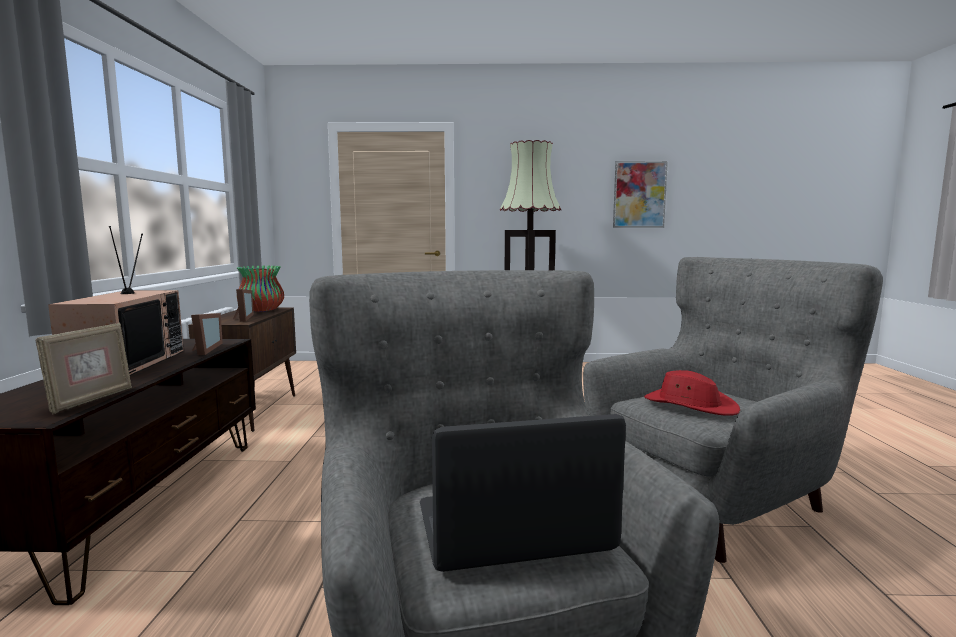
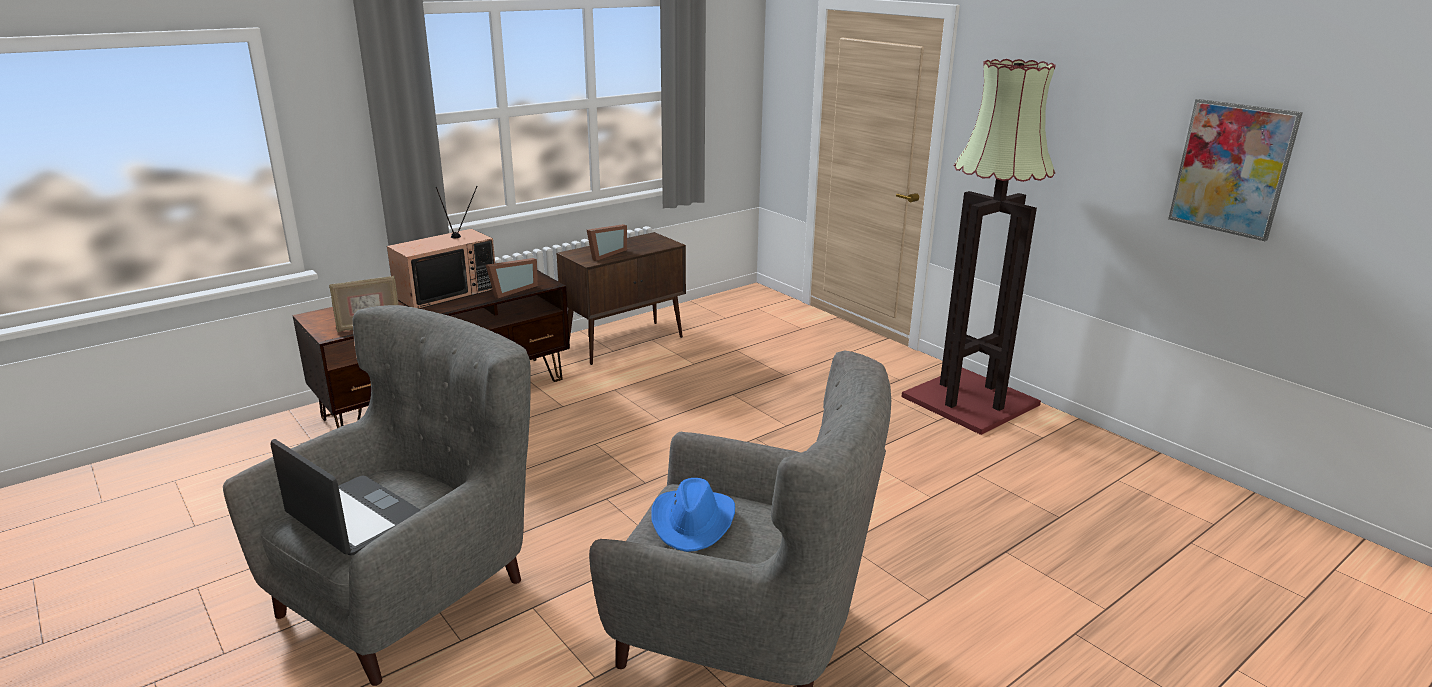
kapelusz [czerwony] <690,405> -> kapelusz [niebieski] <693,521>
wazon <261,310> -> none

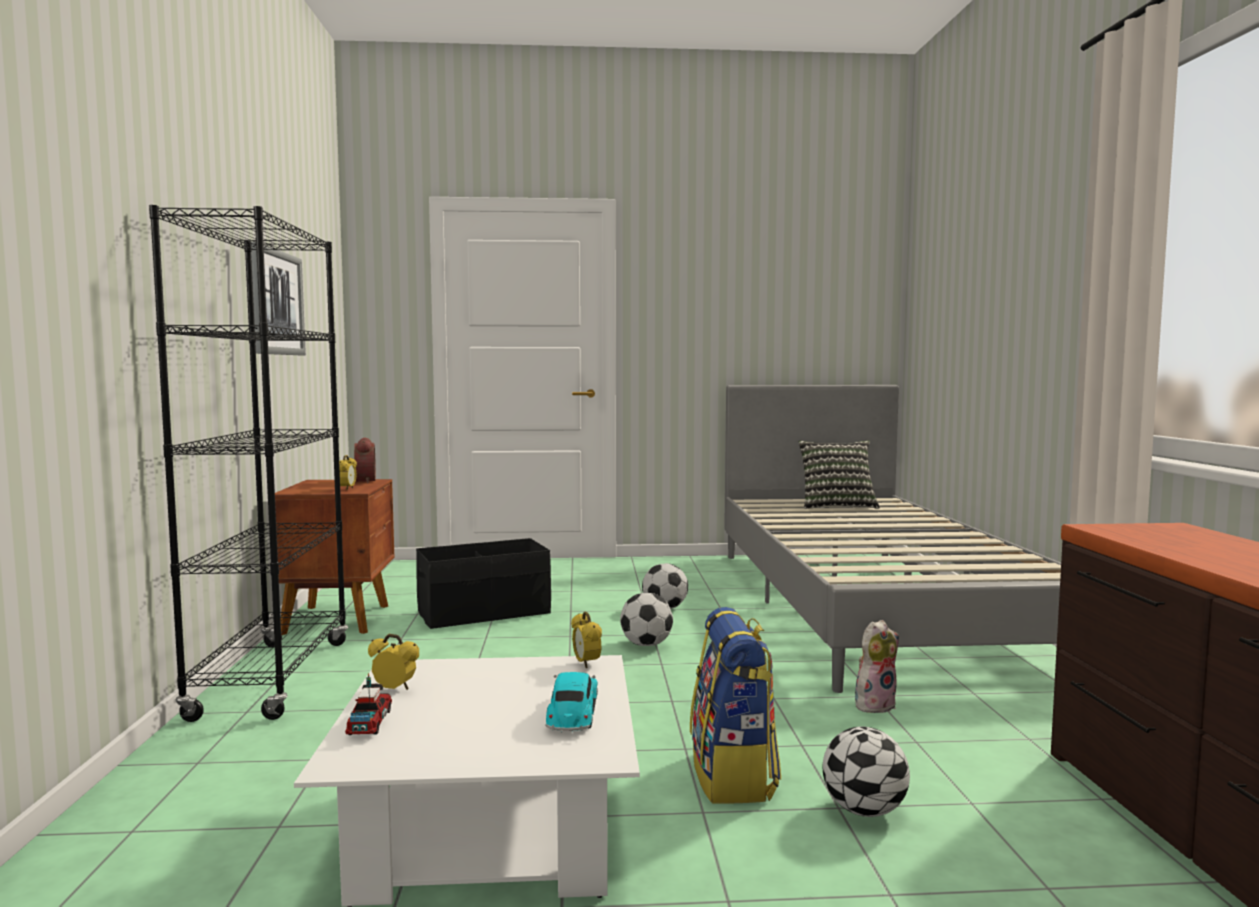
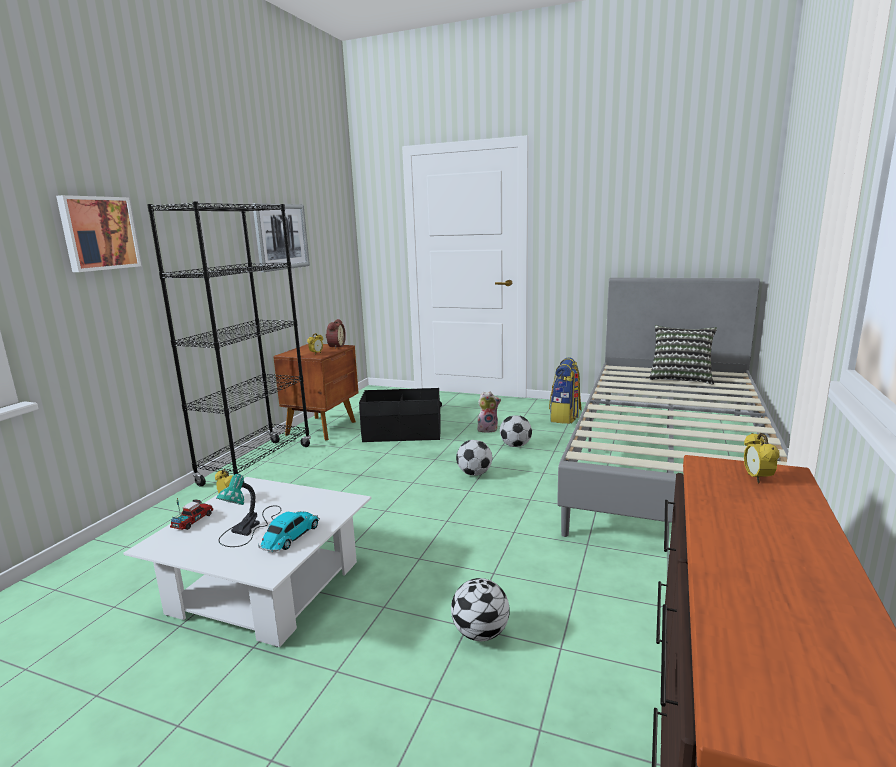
none -> obraz <98,233>
none -> lampa stołowa <253,527>
pluszak <874,704> -> pluszak <488,429>, relocated
plecak <734,776> -> plecak <565,417>, relocated
budzik <586,664> -> budzik <757,479>, relocated

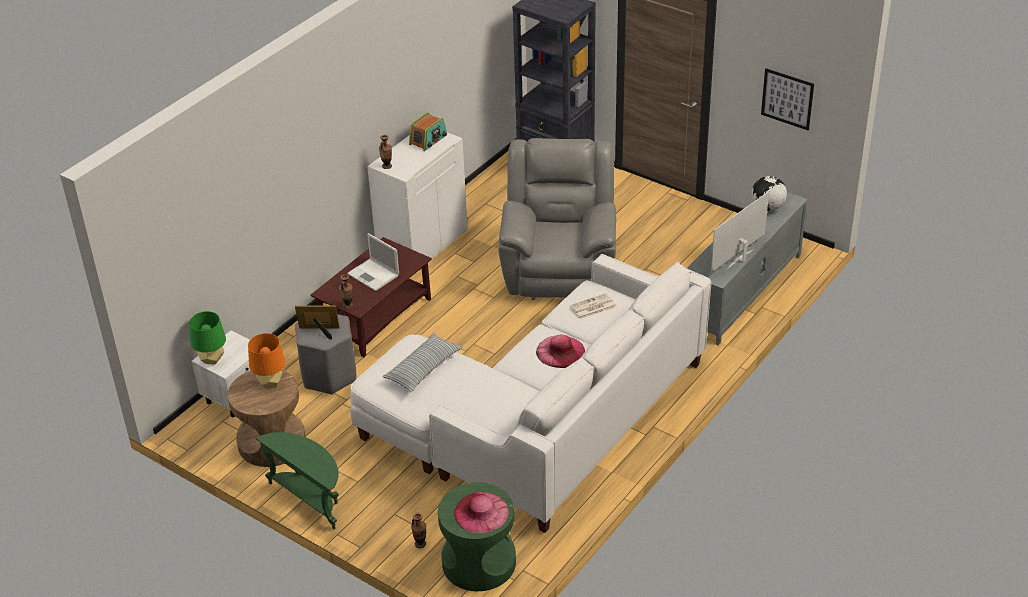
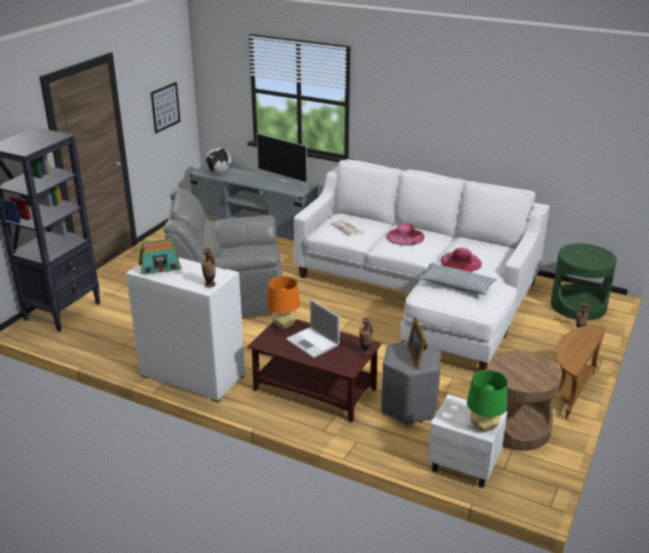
radio <428,140> -> radio <160,267>, 135 degrees clockwise
lampa stołowa [pomarańczowy] <270,382> -> lampa stołowa [pomarańczowy] <284,324>, relocated
laptop <374,275> -> laptop <313,343>, 105 degrees clockwise
kapelusz [różowy] <481,512> -> kapelusz [różowy] <461,262>, relocated
stolik [zielony] <310,499> -> stolik [brązowy] <570,392>

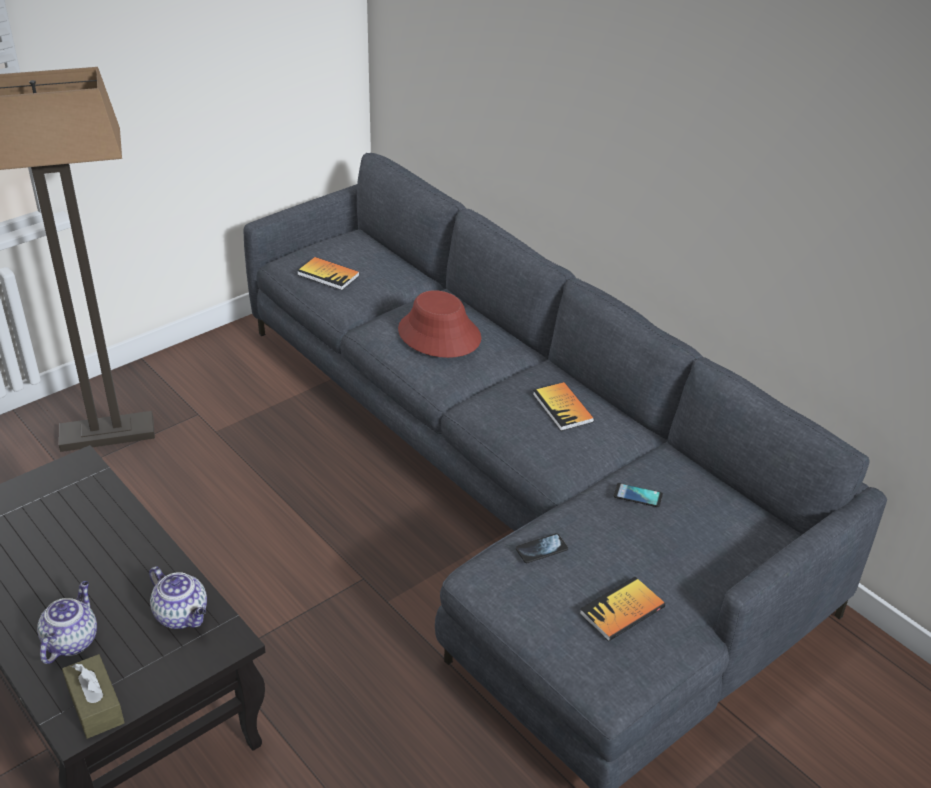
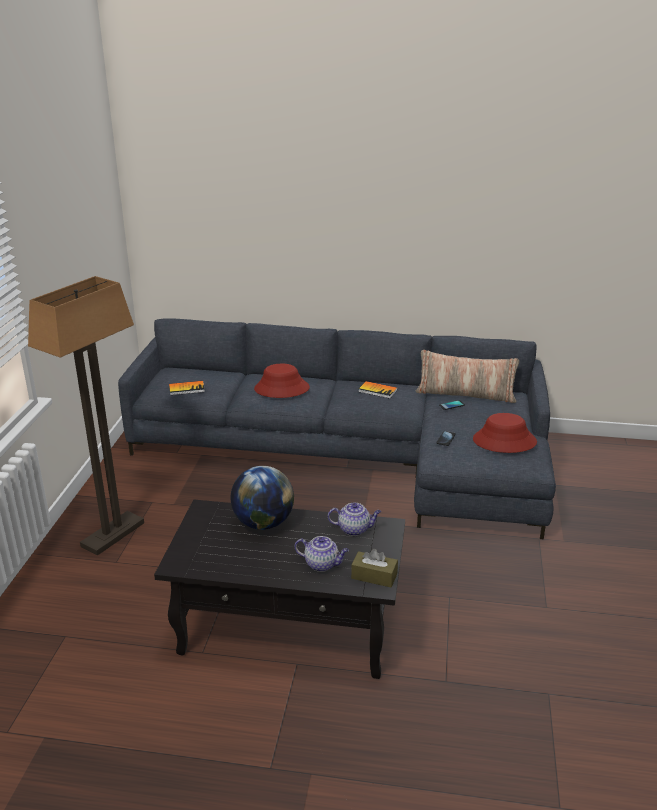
none -> globus <263,523>
imbryk <71,640> -> imbryk <322,564>, 135 degrees clockwise
none -> poduszka <465,394>
książka <622,610> -> kapelusz [czerwony] <504,441>

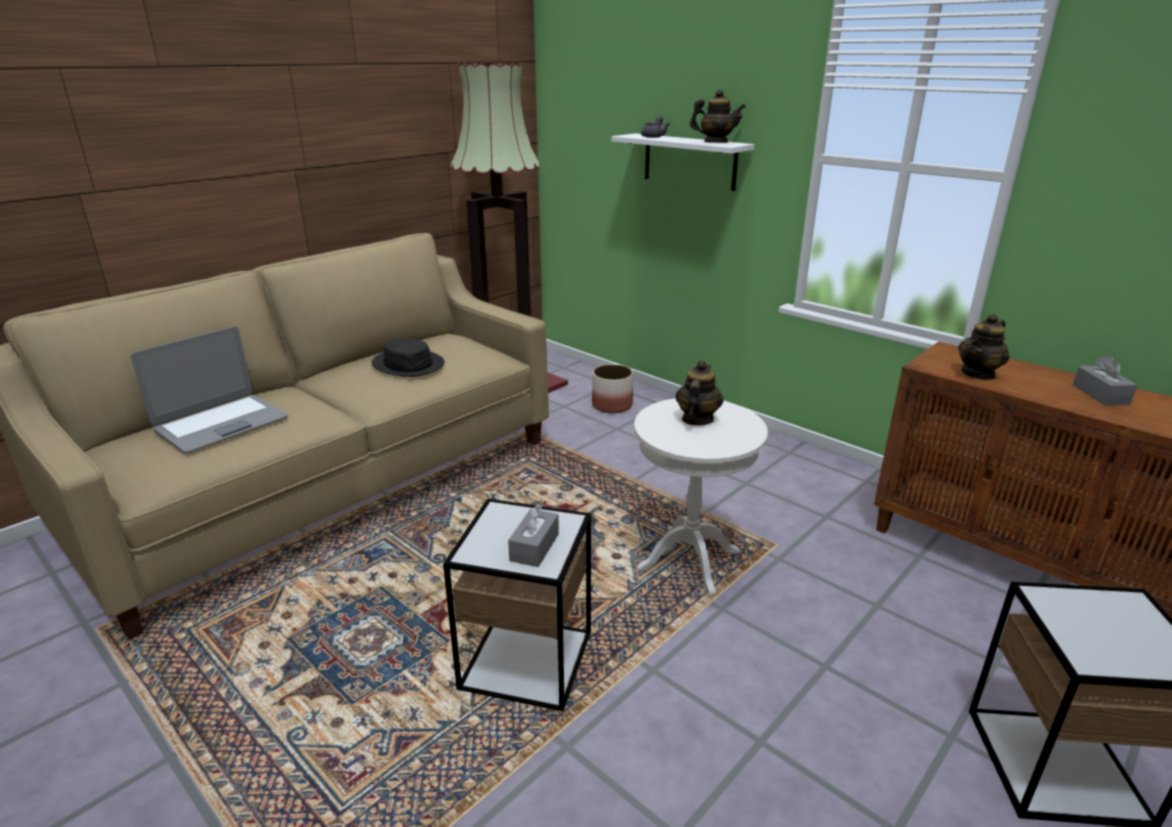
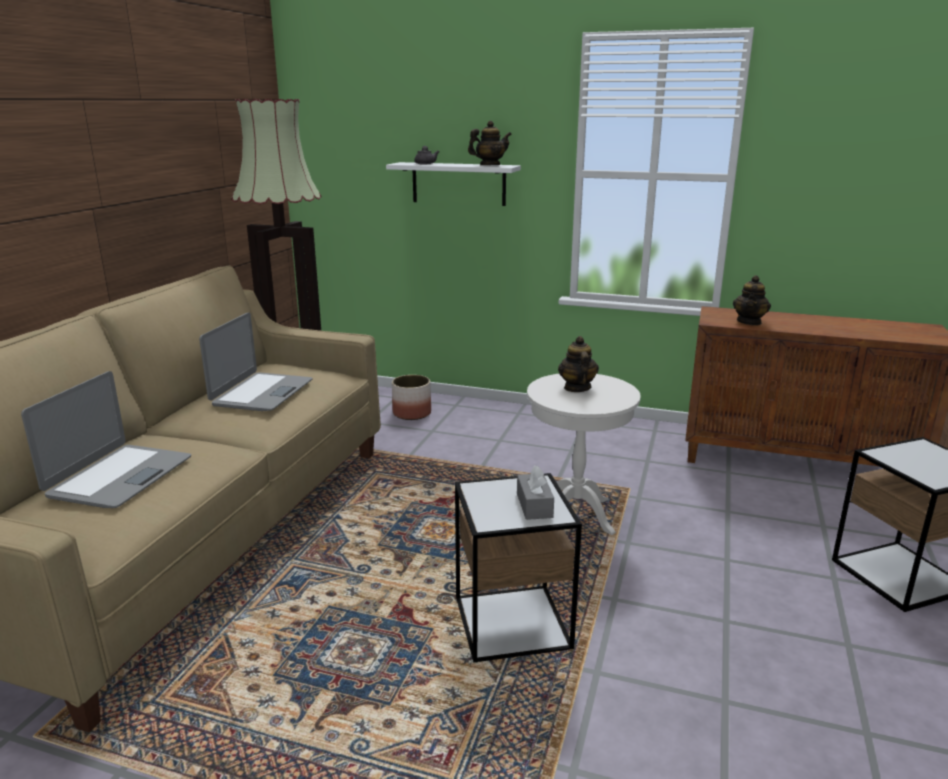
kapelusz [czarny] <408,364> -> laptop <262,393>
pudełko chusteczek [szary] <1100,394> -> none

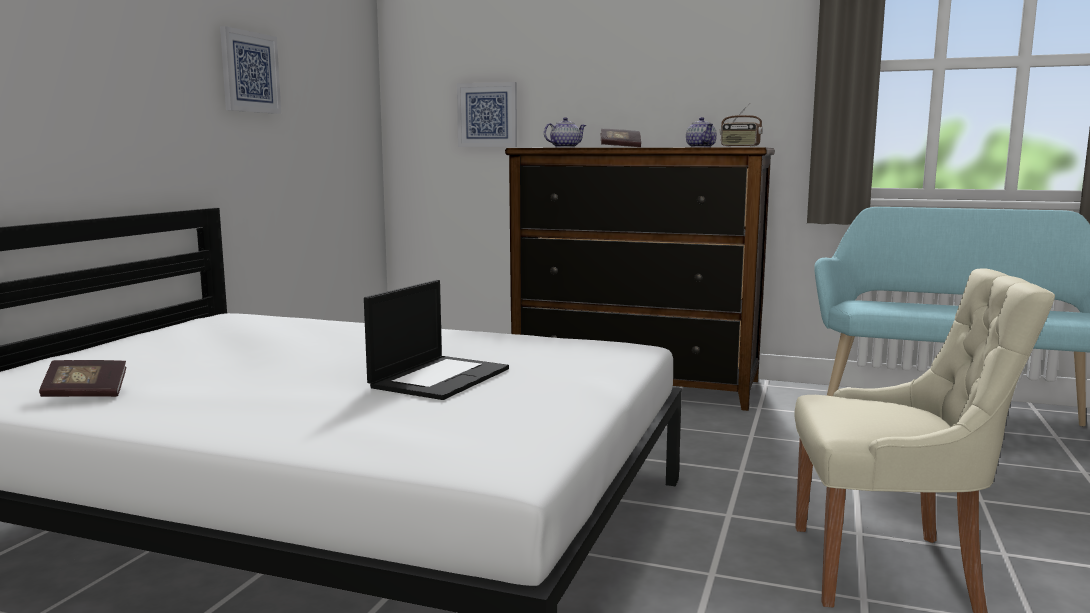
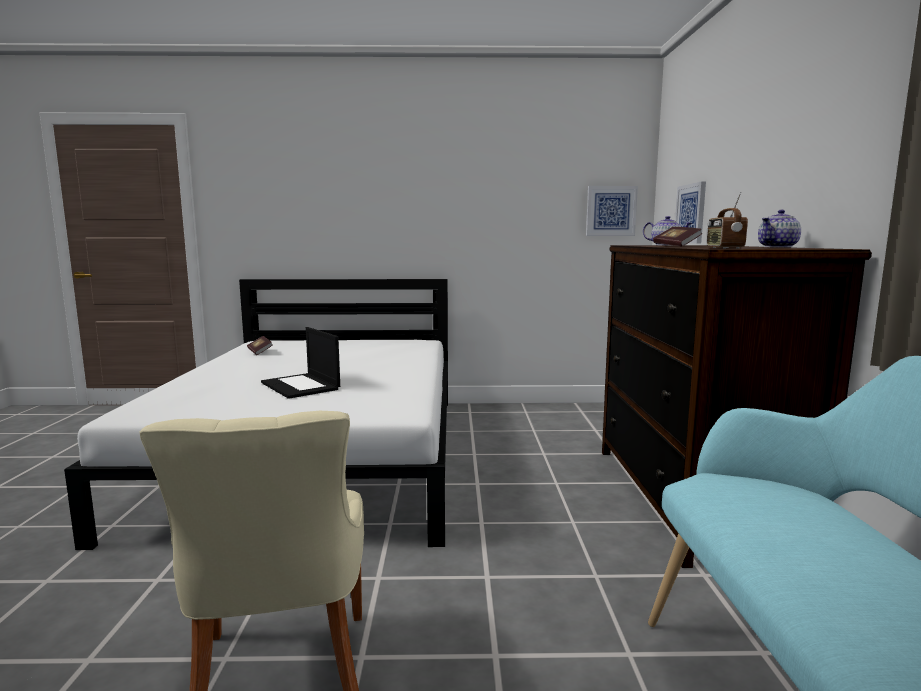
laptop <440,377> -> laptop <301,386>, 45 degrees clockwise
obraz <249,72> -> obraz <611,211>, relocated

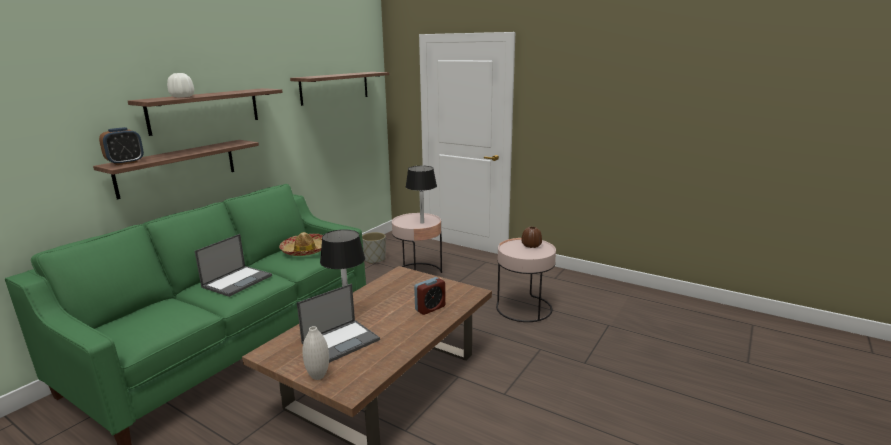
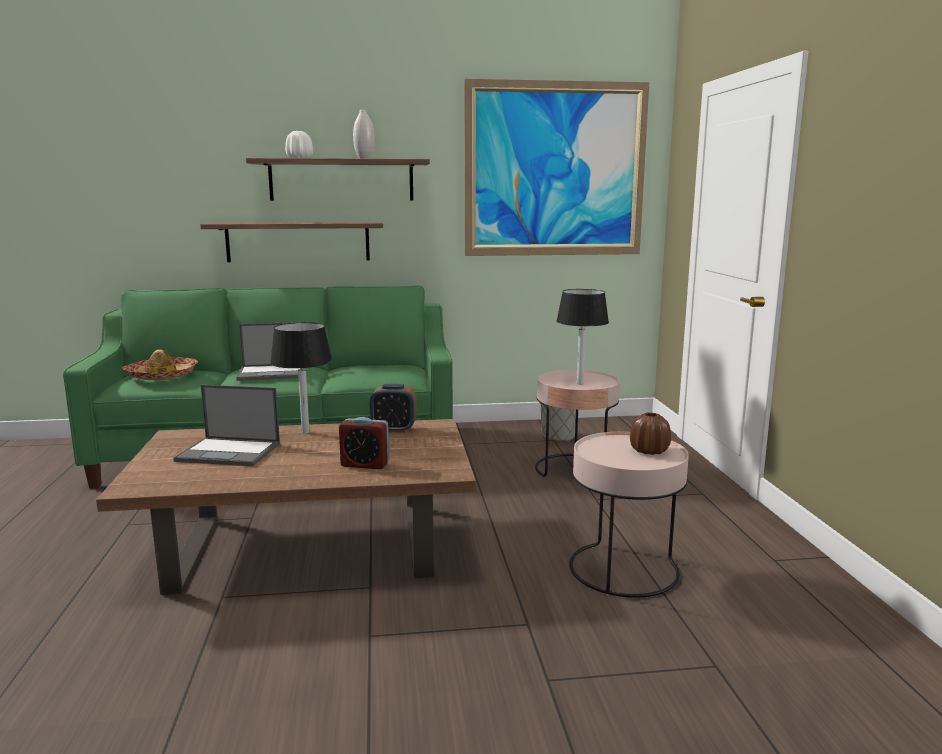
kapelusz <305,250> -> kapelusz <162,376>, relocated
wazon [biały] <318,376> -> wazon [biały] <364,159>, relocated
budzik <125,162> -> budzik <394,429>, relocated
półka <335,87> -> obraz <555,170>

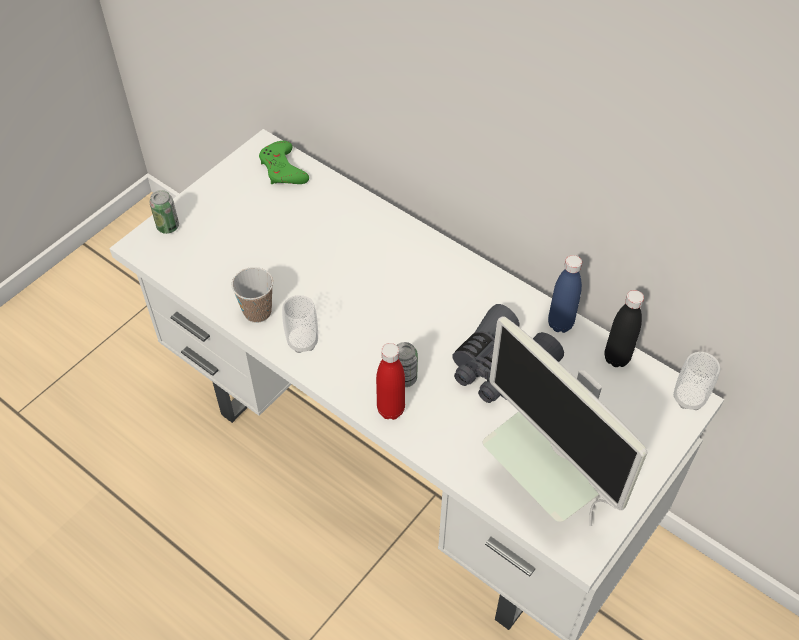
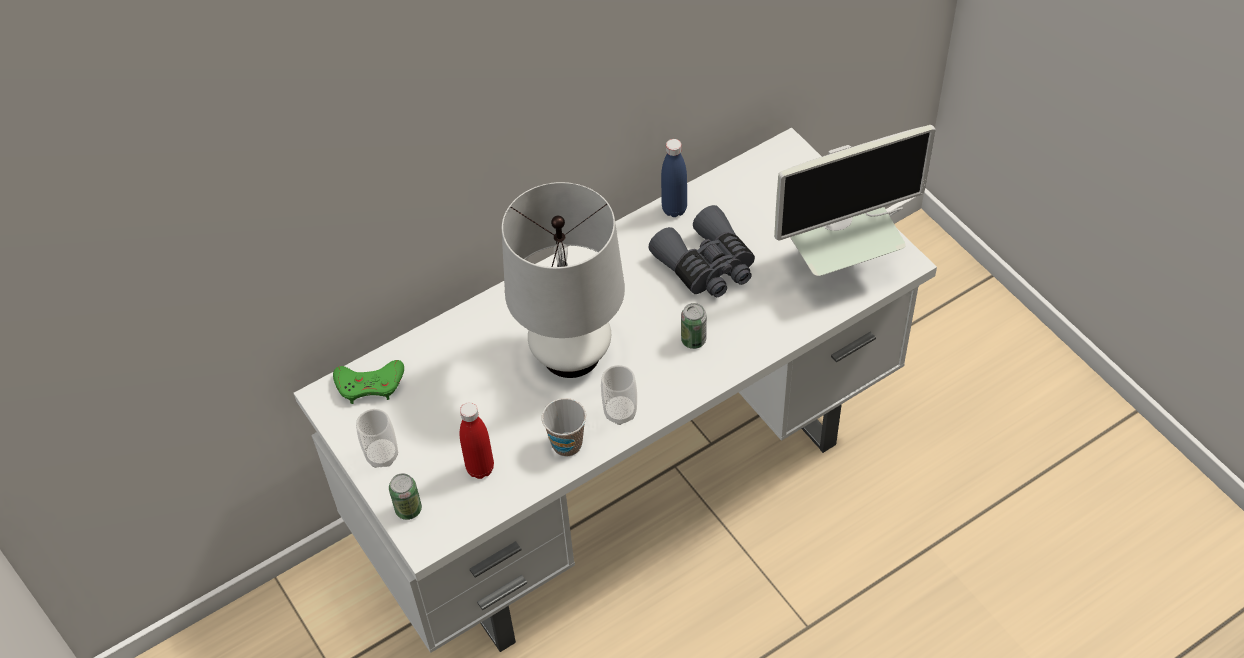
filiżanka <689,398> -> filiżanka <382,455>, relocated
butelka [czerwony] <391,410> -> butelka [czerwony] <480,468>, relocated
none -> lampa stołowa [biały] <571,354>
butelka [czarny] <616,358> -> none

